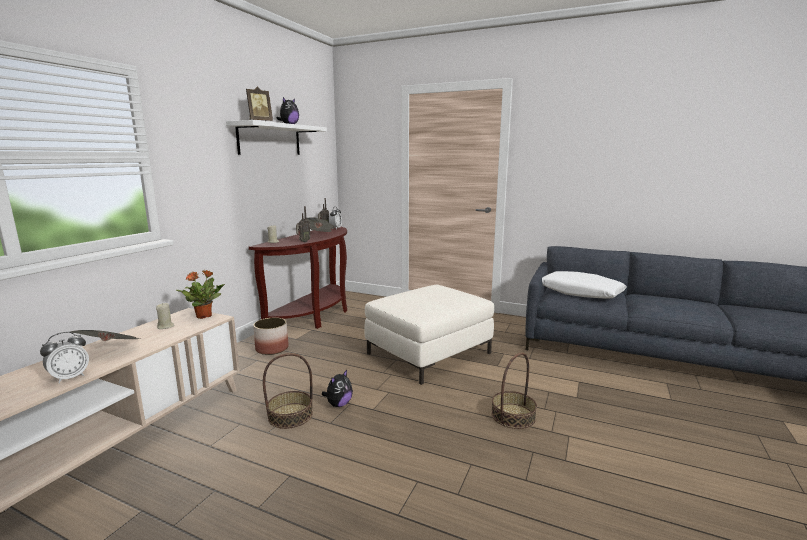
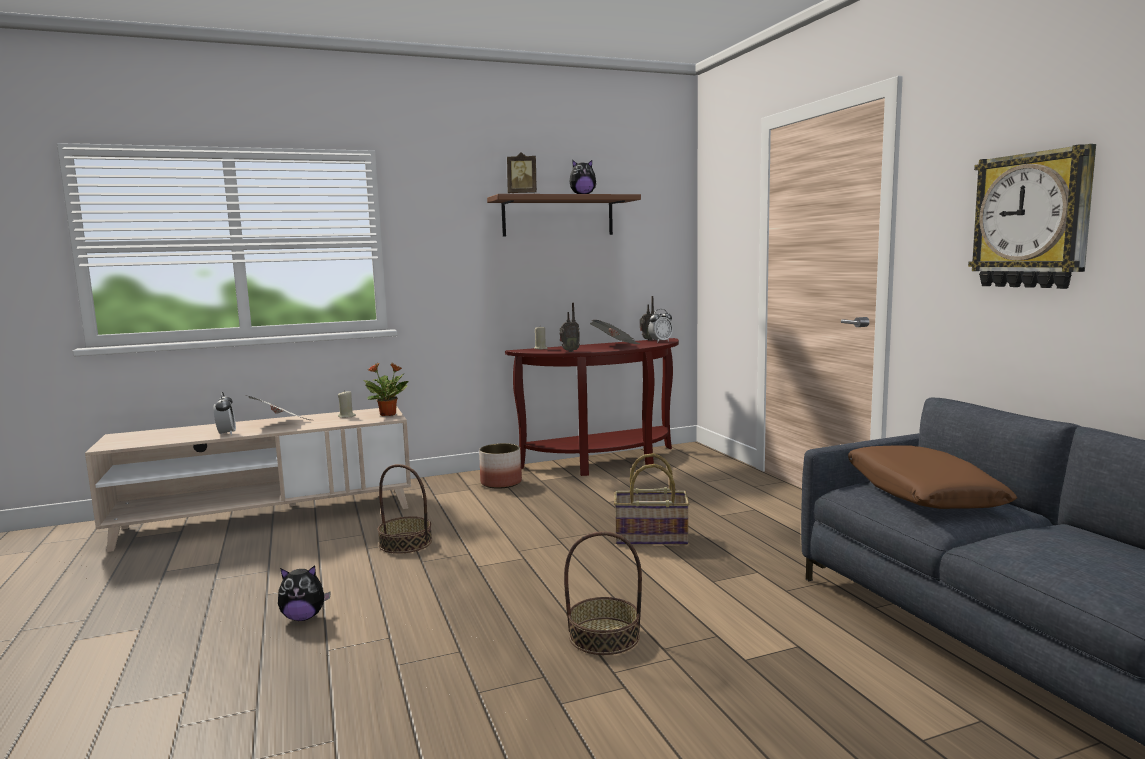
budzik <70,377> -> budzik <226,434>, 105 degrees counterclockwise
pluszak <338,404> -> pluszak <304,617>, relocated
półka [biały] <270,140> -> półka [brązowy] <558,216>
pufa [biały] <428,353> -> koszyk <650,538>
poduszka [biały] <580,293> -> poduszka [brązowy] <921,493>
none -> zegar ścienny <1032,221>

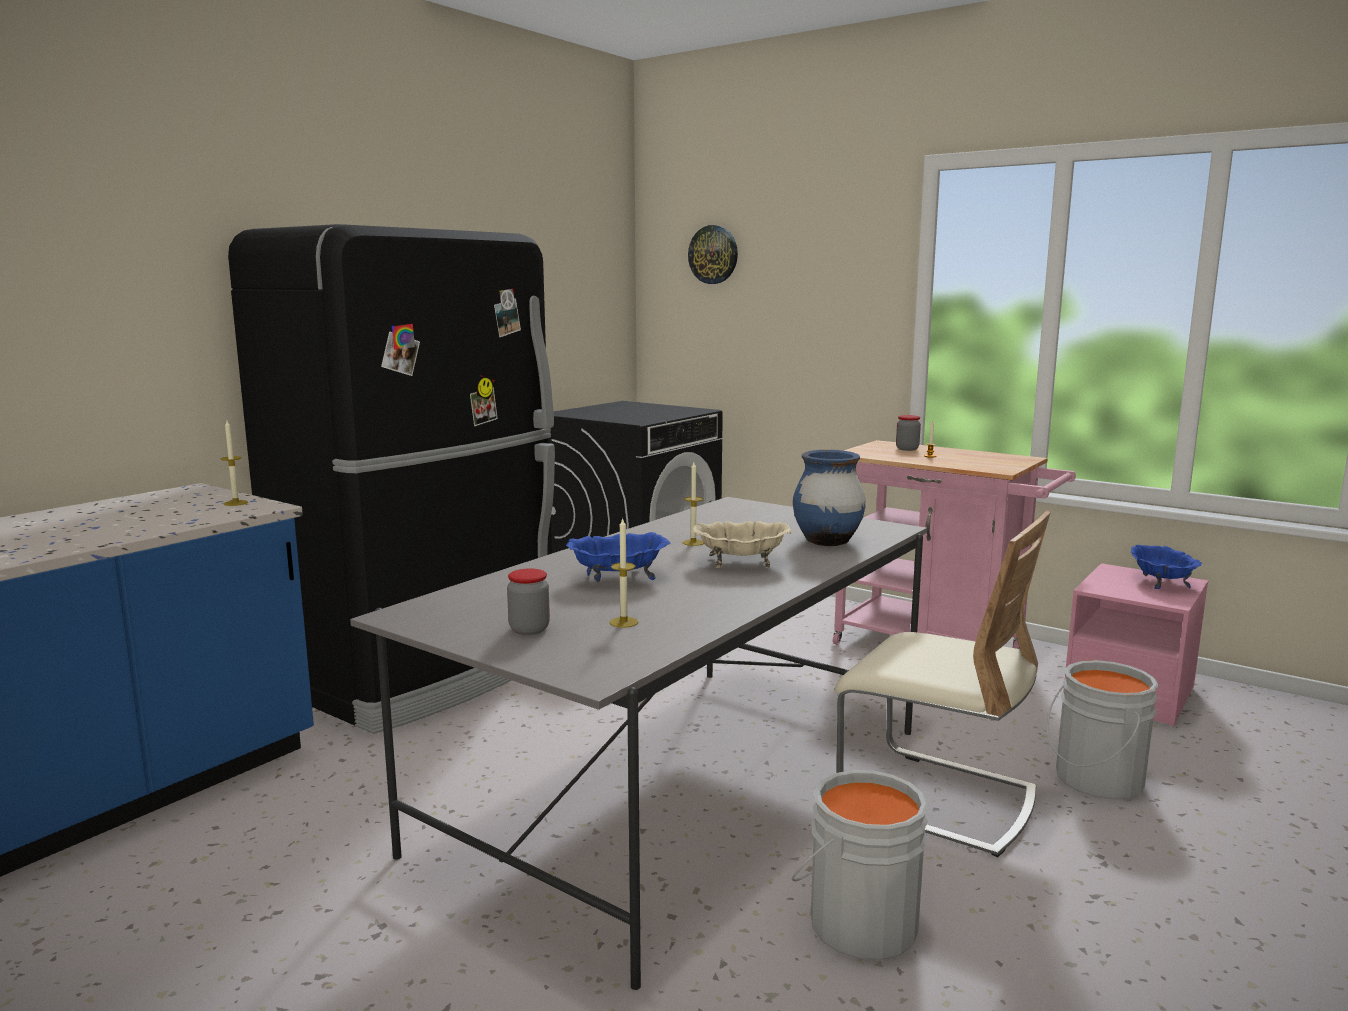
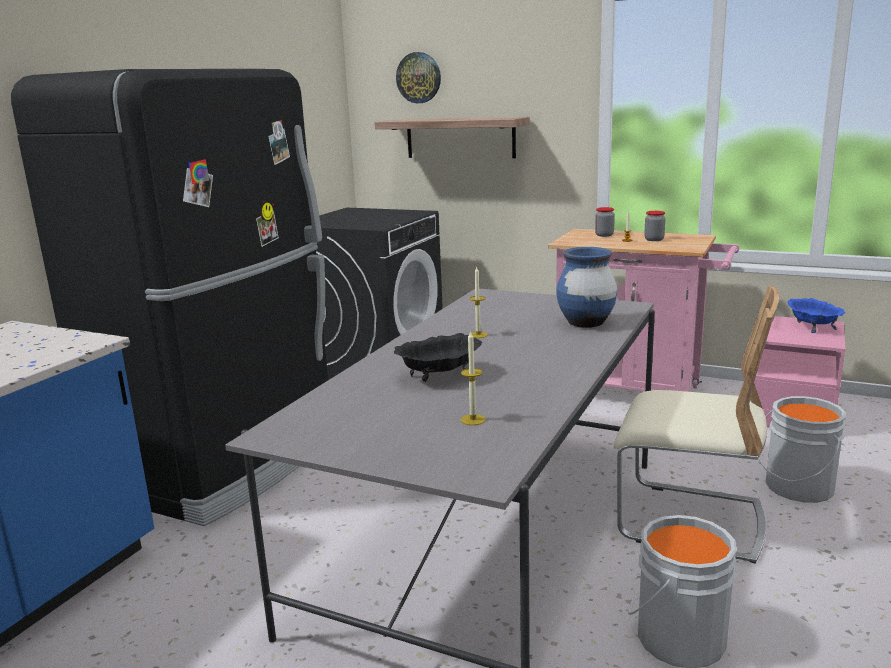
none -> półka <460,138>
miska [niebieski] <618,579> -> miska [czarny] <439,377>
słoik <529,629> -> słoik <654,239>, relocated
świeca <235,503> -> none
miska [beżowy] <741,563> -> none

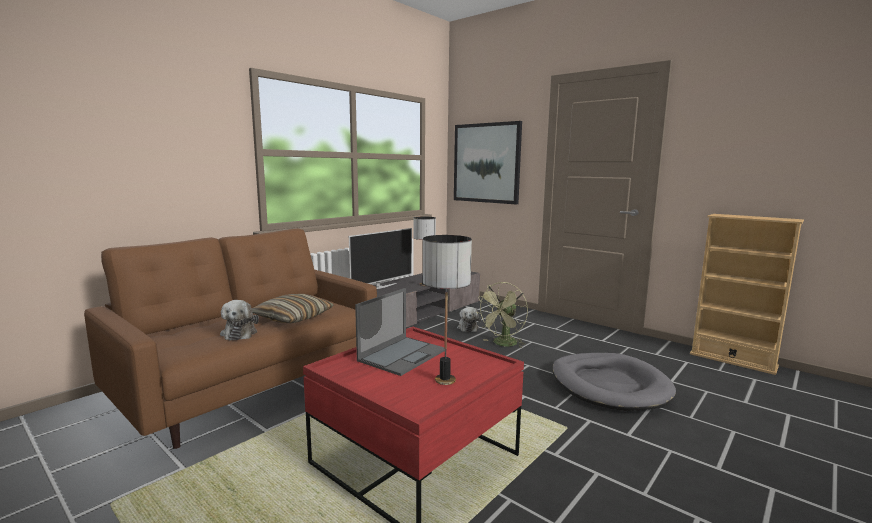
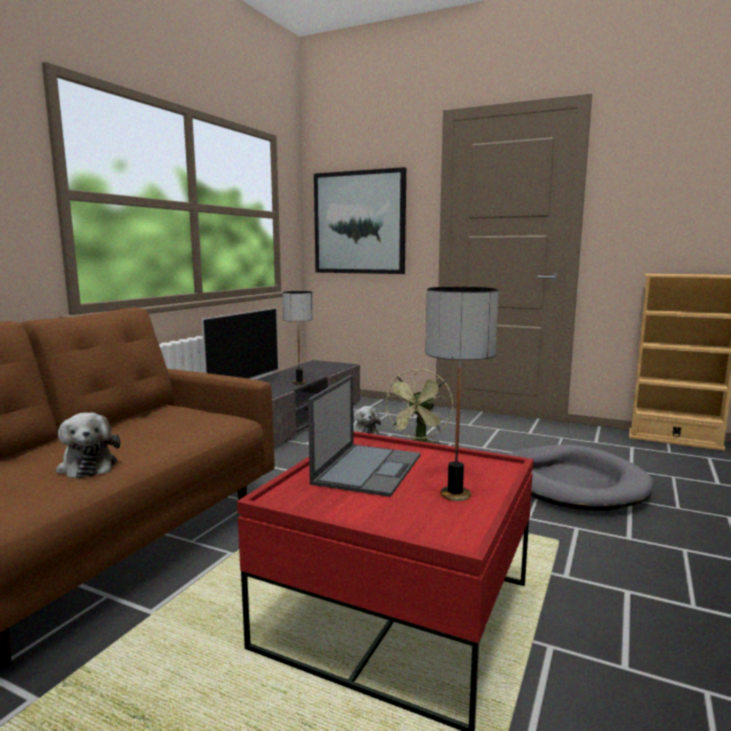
poduszka <293,318> -> none

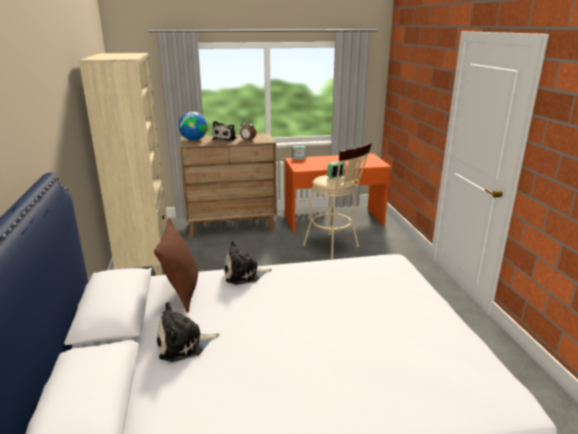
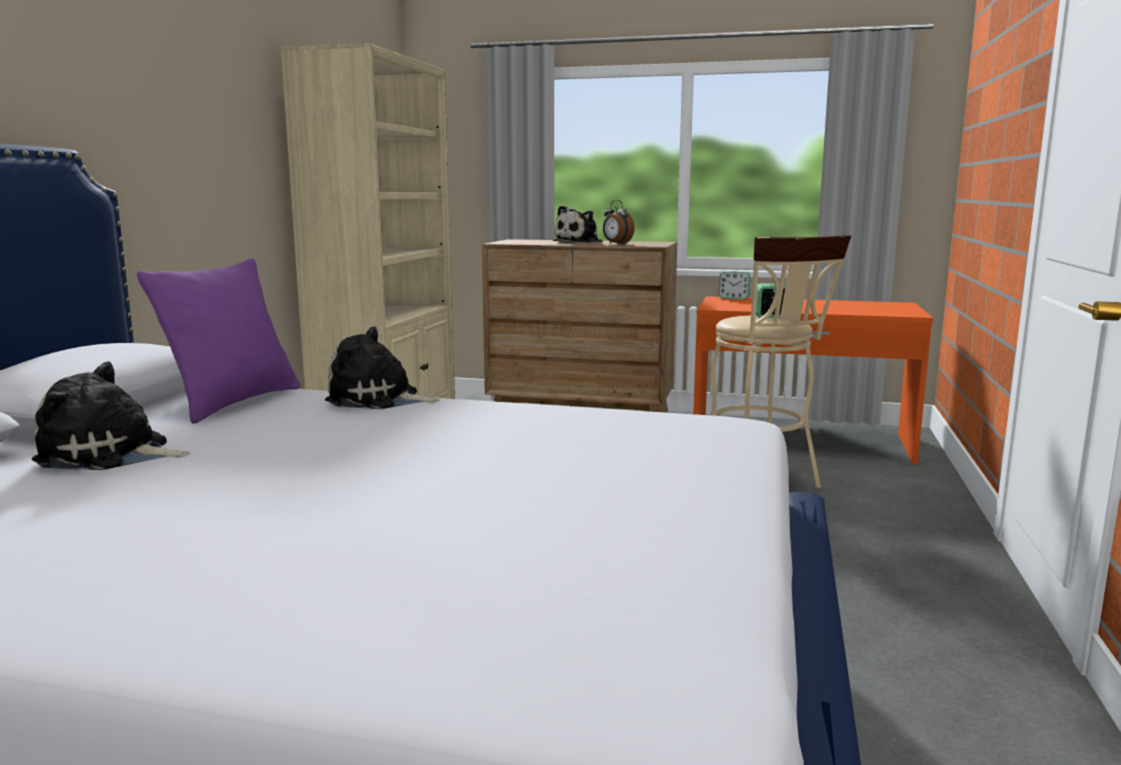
poduszka [brązowy] <182,292> -> poduszka [fioletowy] <234,403>
globus <193,140> -> none

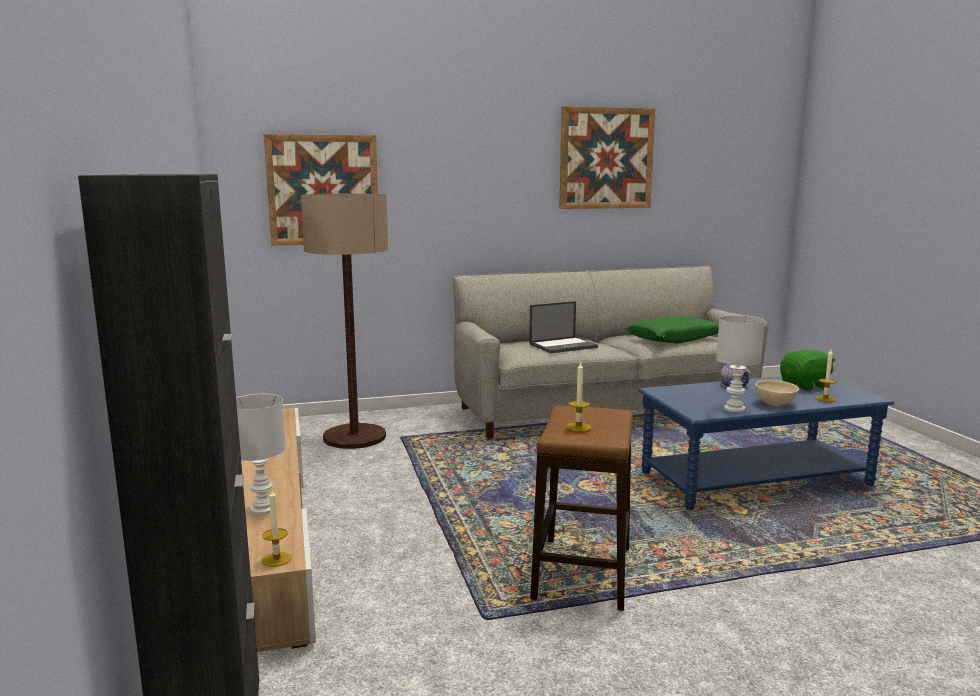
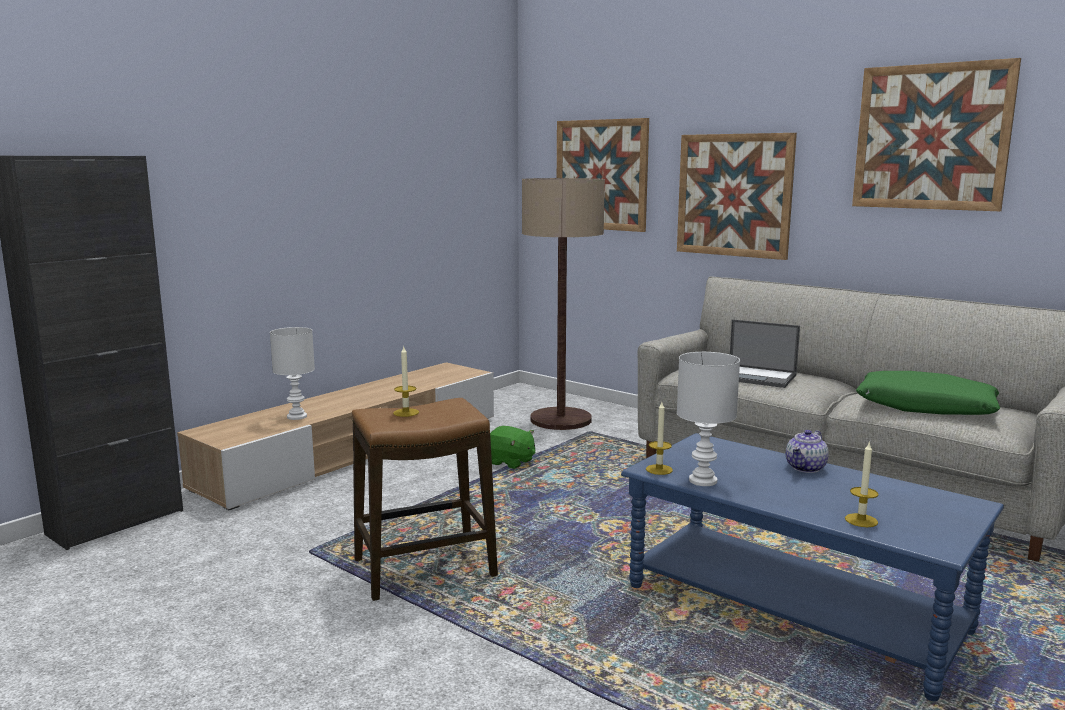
pluszak [zielony] <806,385> -> pluszak [zielony] <510,462>, relocated
świeca <277,559> -> świeca <659,469>, relocated
none -> obraz <734,195>
miska [beżowy] <775,404> -> none

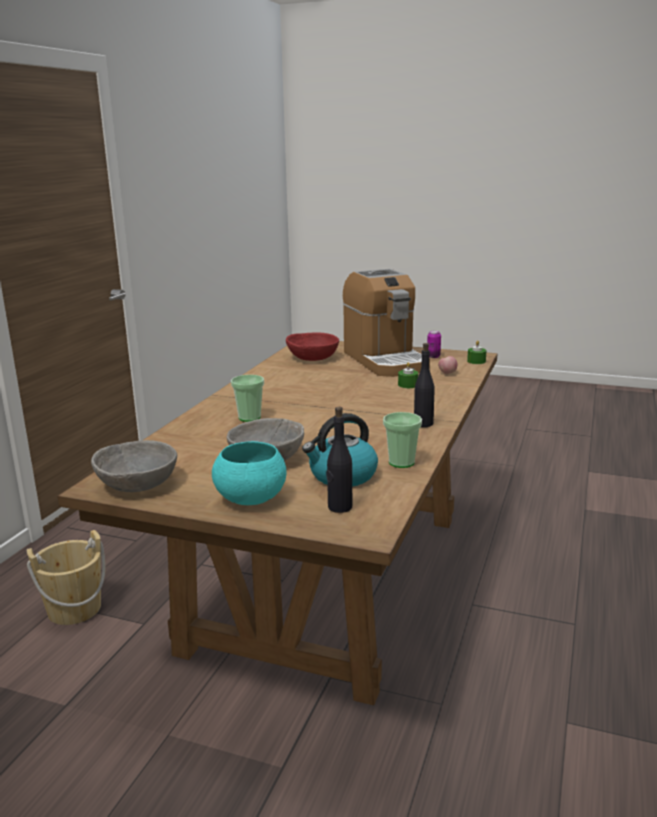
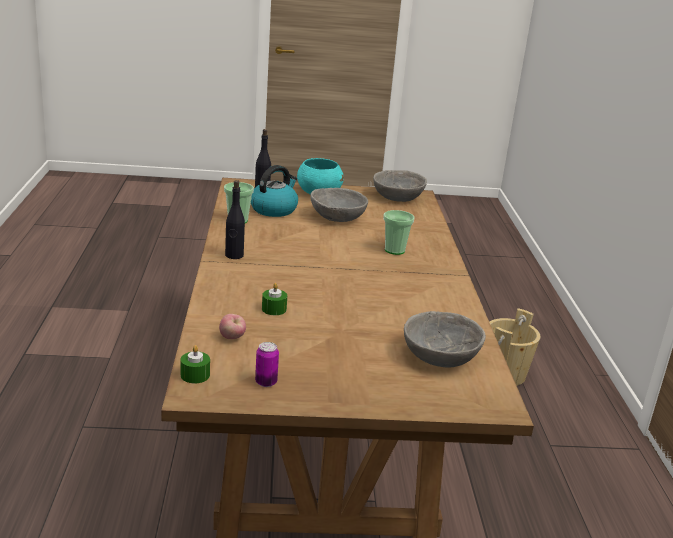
miska [czerwony] <312,358> -> miska [szary] <441,357>
ekspres do kawy <385,360> -> none

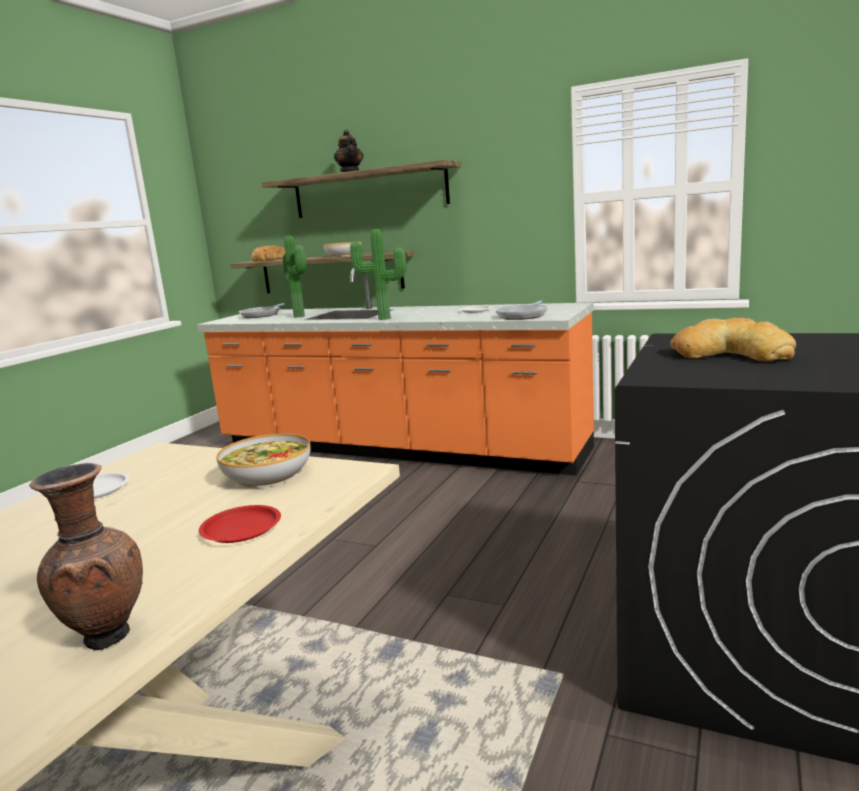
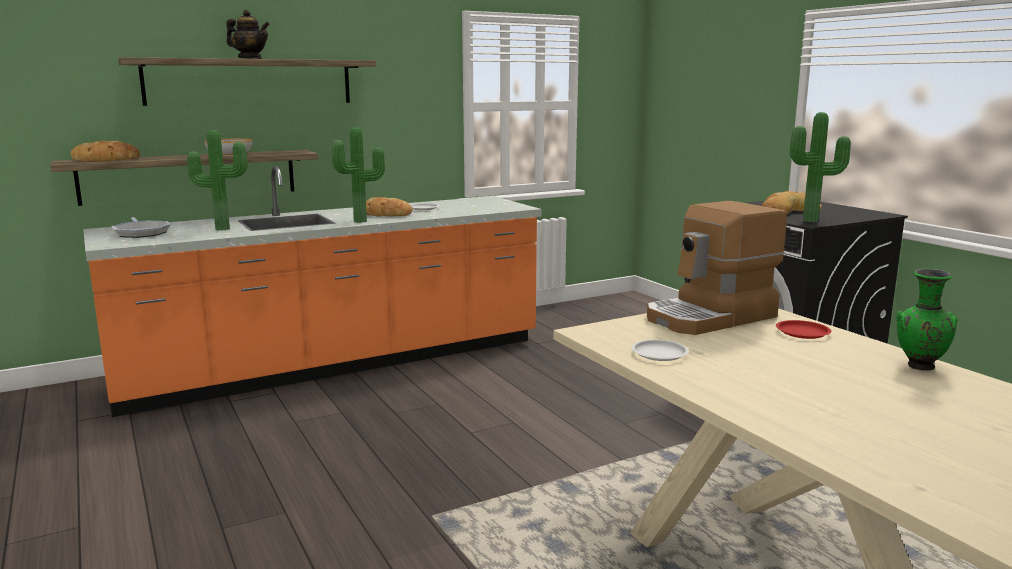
none -> chleb <385,214>
miska <268,476> -> ekspres do kawy <711,317>
none -> roślina doniczkowa <812,221>
wazon [brązowy] <105,637> -> wazon [zielony] <919,367>
patelnia <523,315> -> none

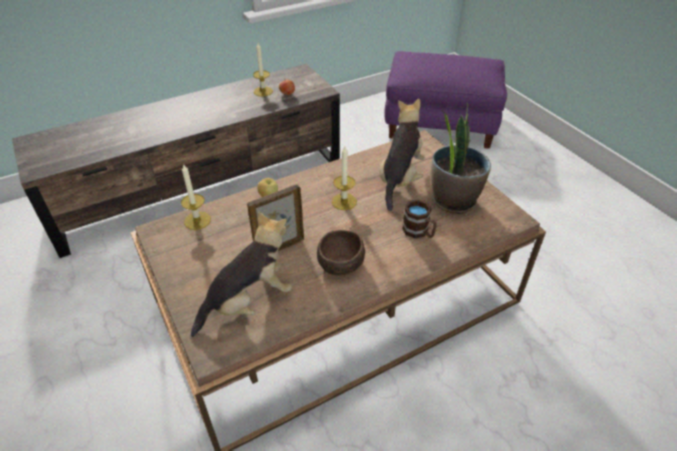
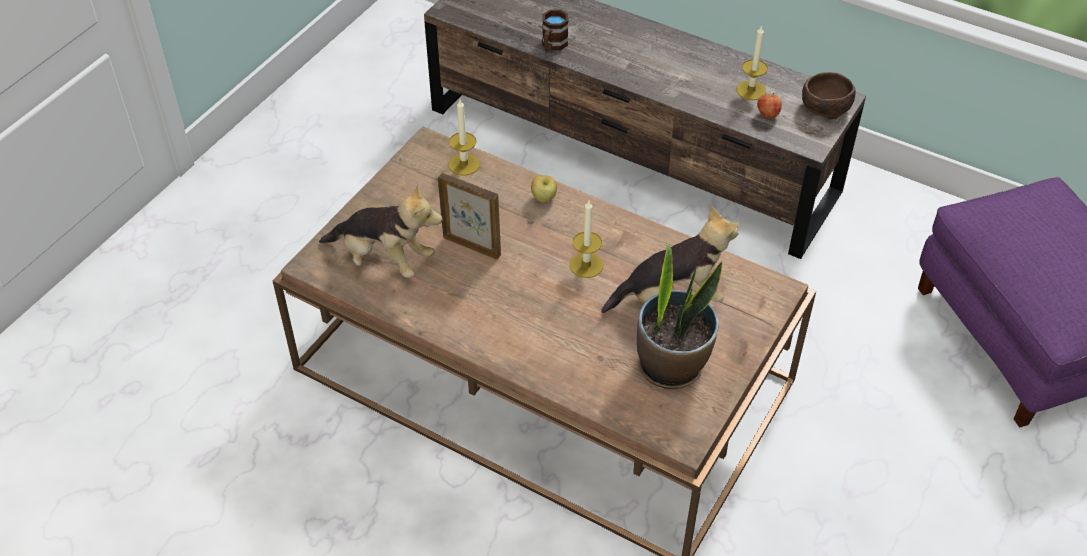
kubek [brązowy] <419,232> -> kubek [brązowy] <552,46>, relocated
miska [brązowy] <340,264> -> miska [brązowy] <824,107>, relocated

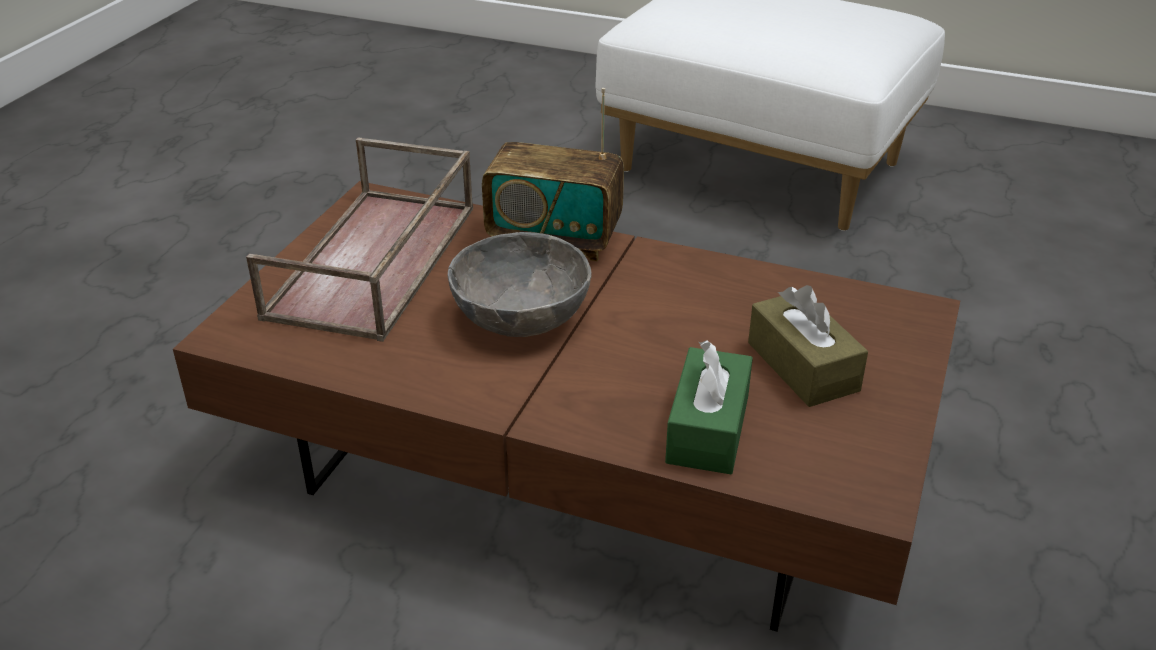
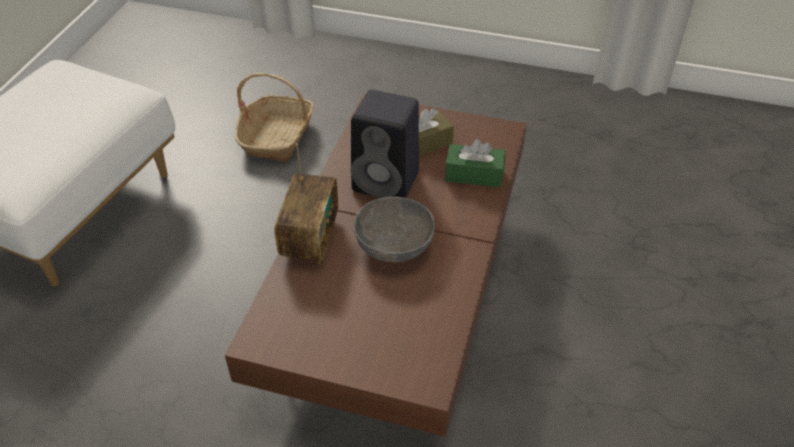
none -> koszyk <277,137>
none -> głośnik [czarny] <388,182>
taca [brązowy] <375,262> -> none

